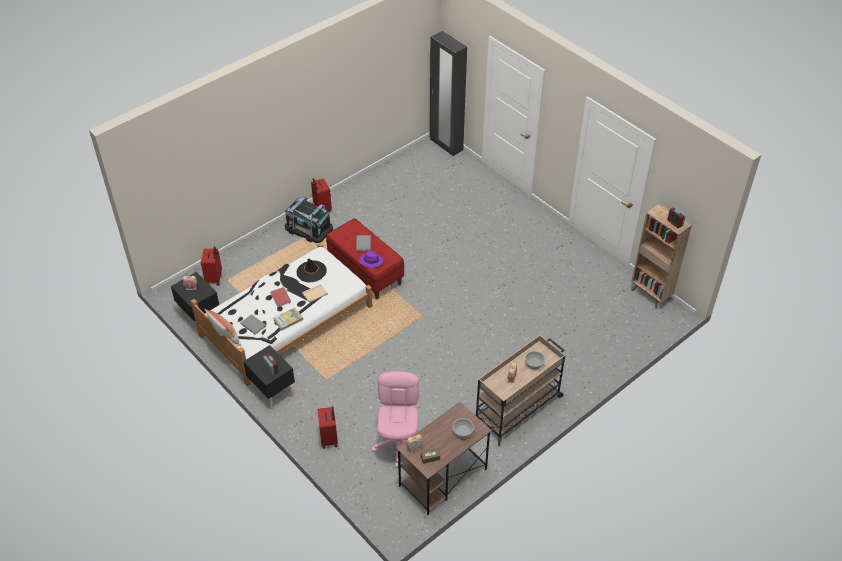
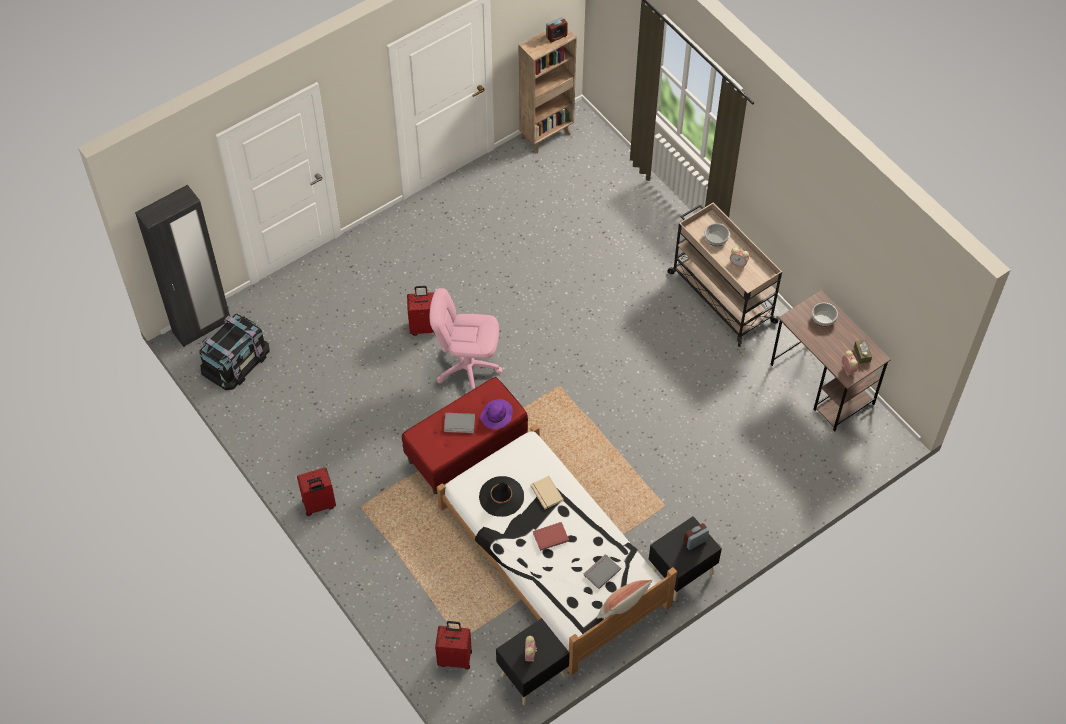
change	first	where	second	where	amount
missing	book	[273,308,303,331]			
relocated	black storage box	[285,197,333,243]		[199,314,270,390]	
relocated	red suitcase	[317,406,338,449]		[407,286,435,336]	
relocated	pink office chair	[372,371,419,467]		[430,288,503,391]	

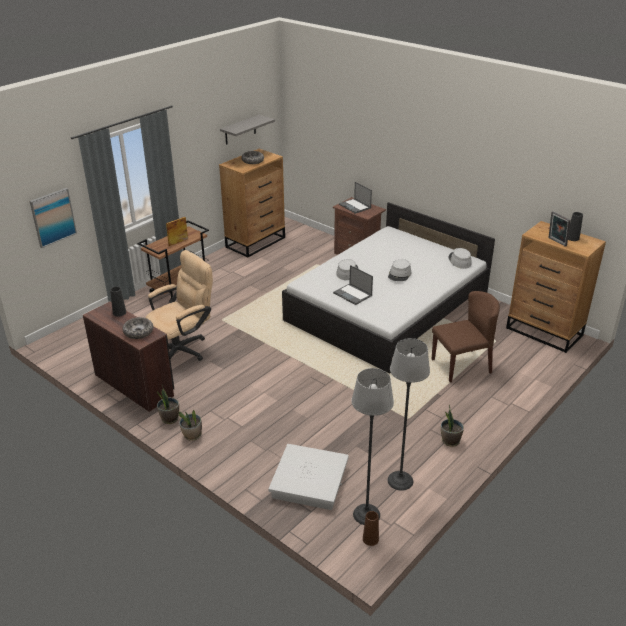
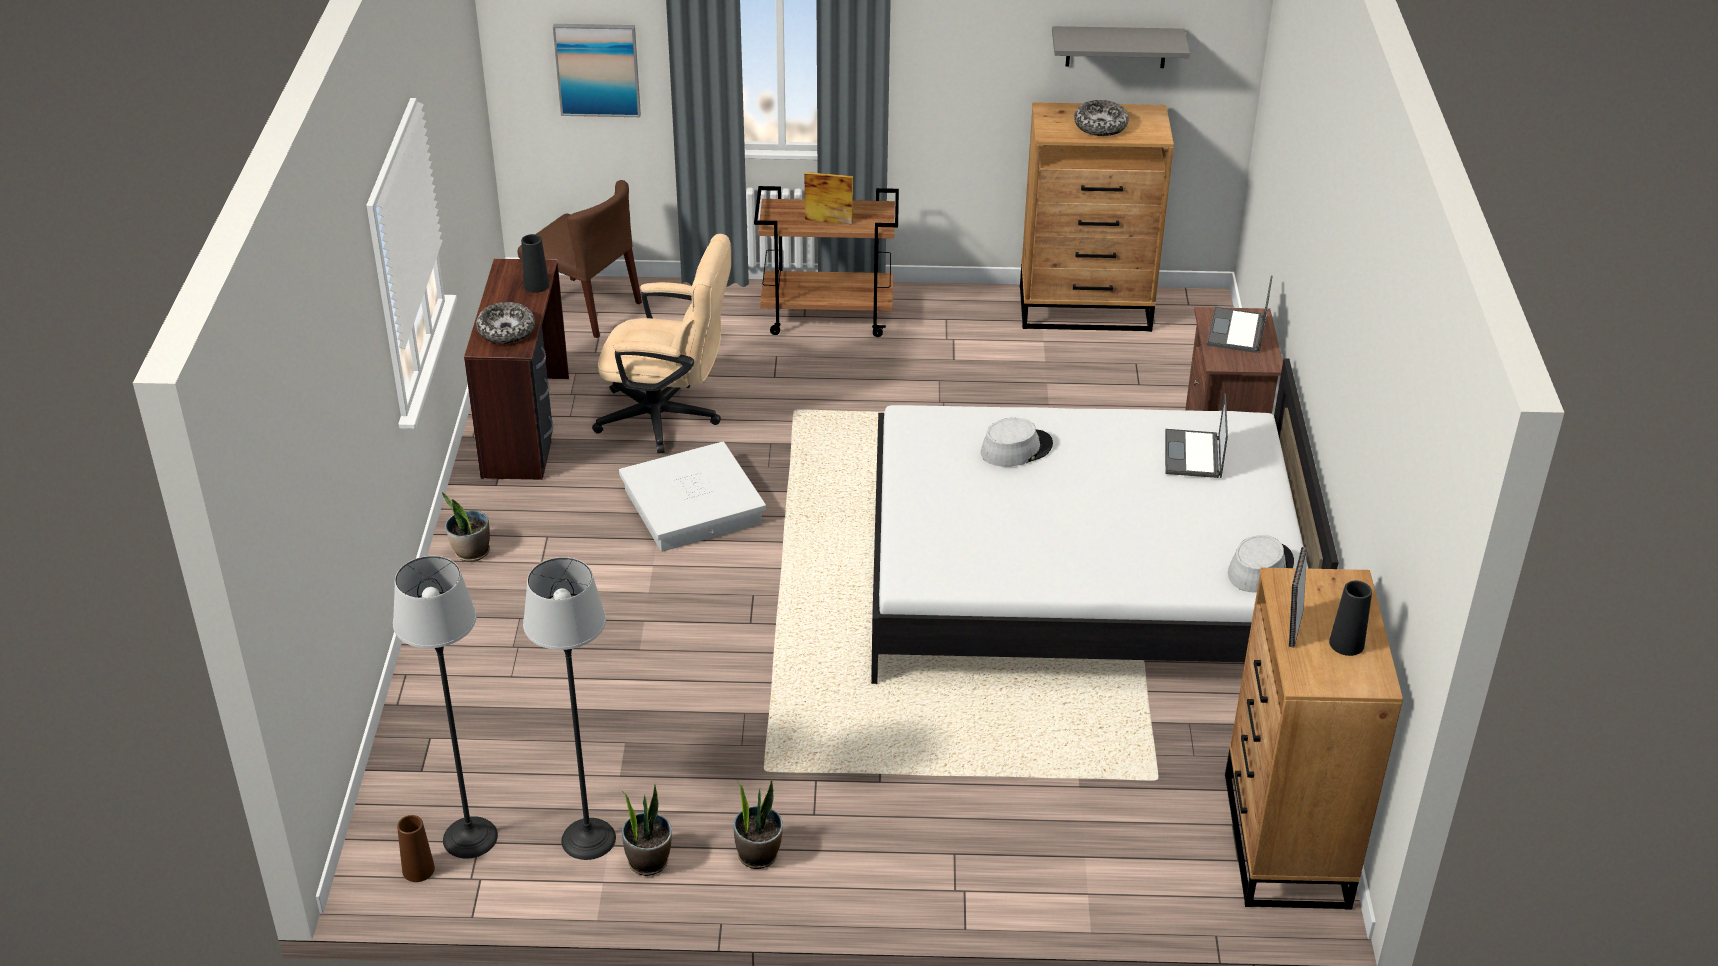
change	first	where	second	where	amount
missing	grey hat	[388,259,411,281]			
relocated	potted plant	[156,385,179,424]		[622,784,672,876]	
relocated	white storage box	[269,444,349,510]		[619,442,766,552]	
relocated	laptop	[333,265,373,305]		[1165,394,1228,478]	
relocated	brown chair	[432,291,500,383]		[518,180,642,338]	

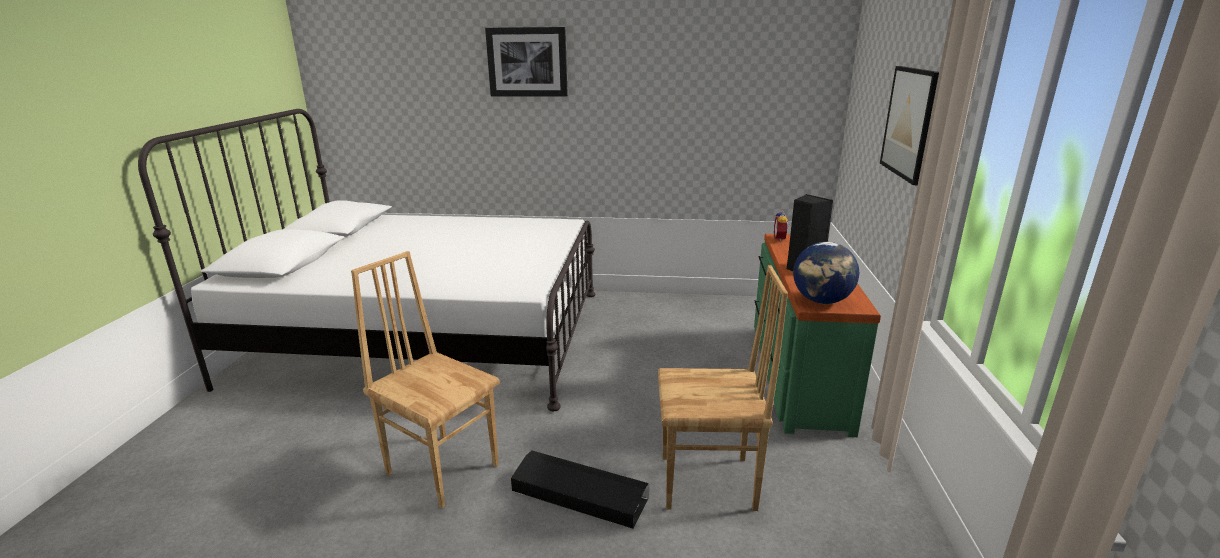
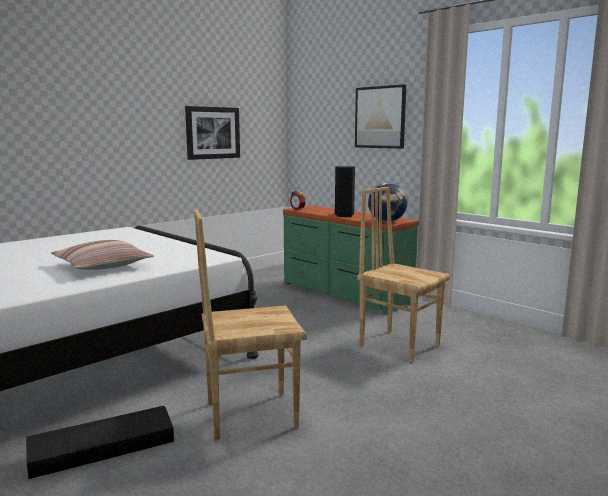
change	first	where	second	where	amount
appeared			pillow	[51,240,154,270]	
relocated	picture	[485,27,568,97]		[185,106,240,160]	
relocated	black storage box	[511,450,649,529]		[26,406,174,480]	
spun	brown chair	[658,265,788,511]		[357,187,450,362]	90 degrees counterclockwise

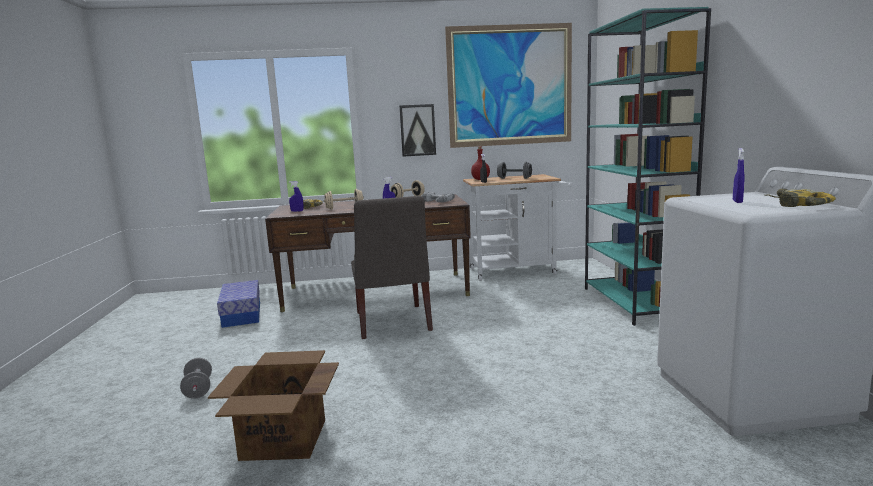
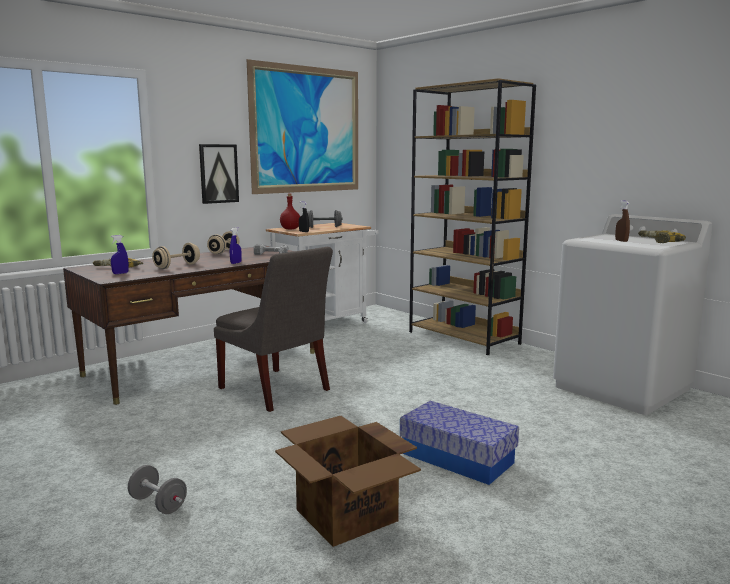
change	first	where	second	where	amount
relocated	storage box	[217,280,260,328]		[400,401,519,485]	
colour	turquoise bookcase	[585,7,711,326]	brown bookcase	[409,78,536,355]	
colour	blue spray bottle	[733,148,745,203]	brown spray bottle	[615,200,630,242]	

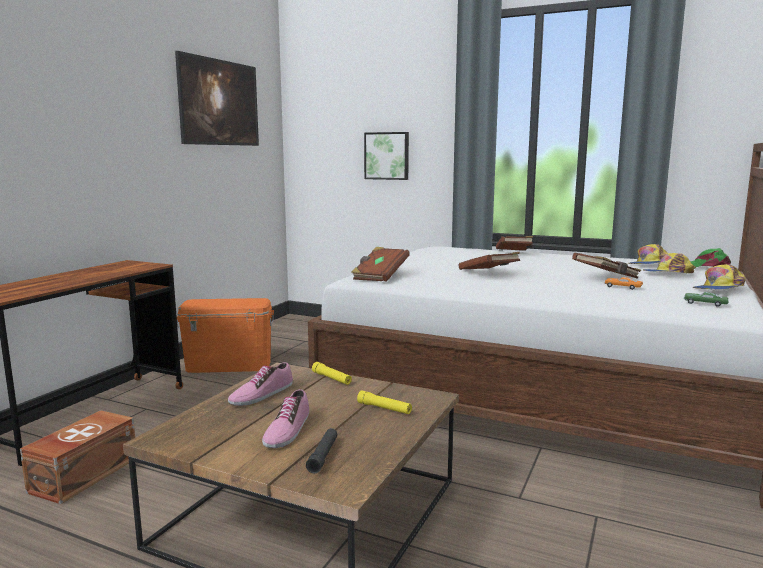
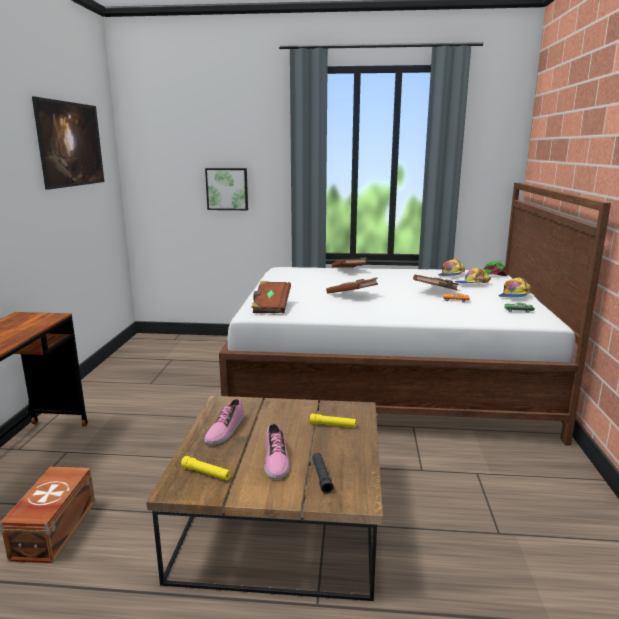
change	first	where	second	where	amount
missing	orange storage box	[177,298,274,373]			
relocated	yellow flashlight	[312,362,352,385]		[181,456,231,480]	

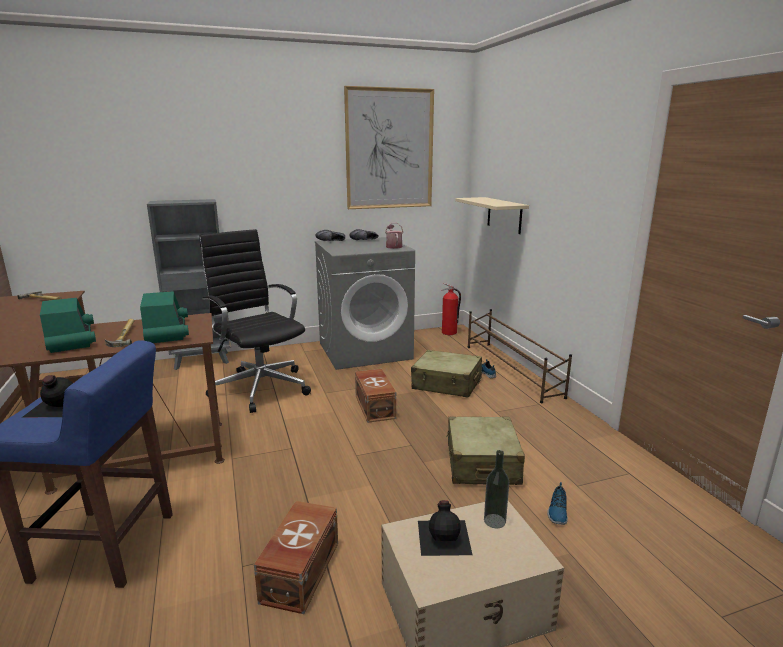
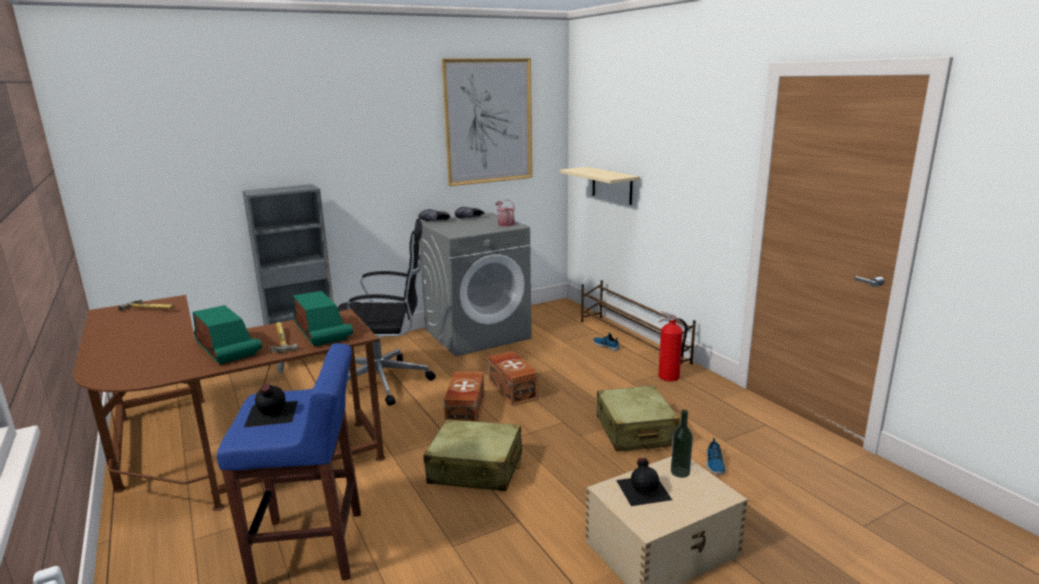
change	first	where	second	where	amount
relocated	brown storage box	[254,501,338,614]		[444,372,485,422]	
relocated	beige suitcase	[411,350,482,398]		[423,419,522,491]	
relocated	fire extinguisher	[442,283,461,335]		[658,311,688,382]	
spun	black office chair	[199,229,311,413]		[338,218,436,406]	135 degrees clockwise

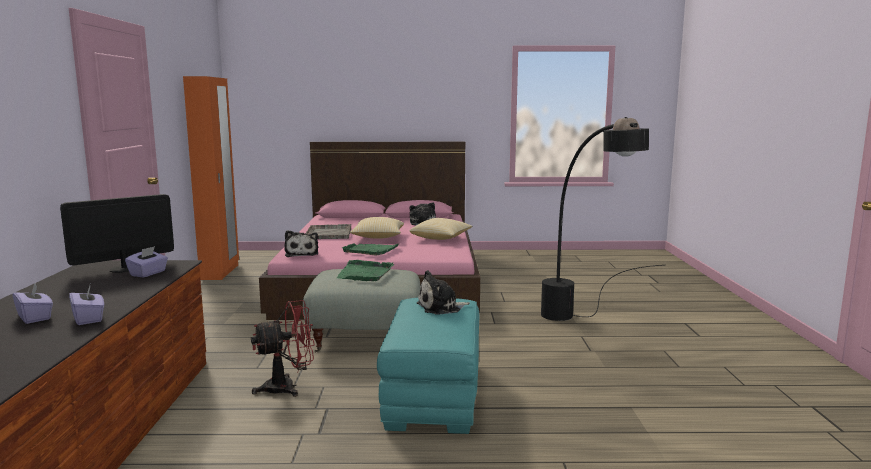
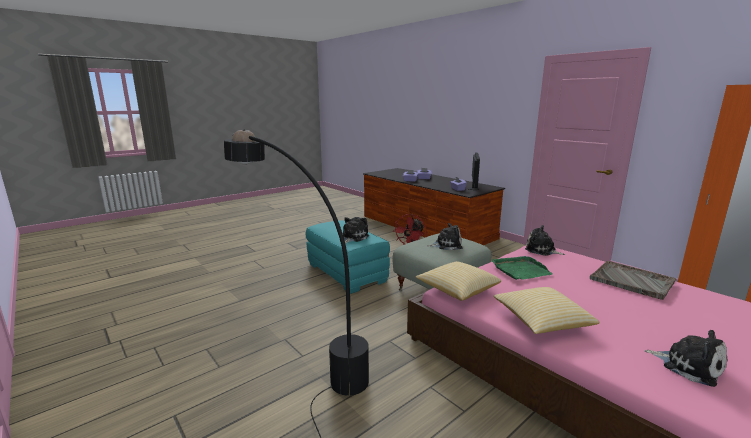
change	first	where	second	where	amount
relocated	pillow	[350,217,404,239]		[416,261,501,301]	
exchanged	green tray	[336,260,394,281]	plush toy	[427,223,463,250]	

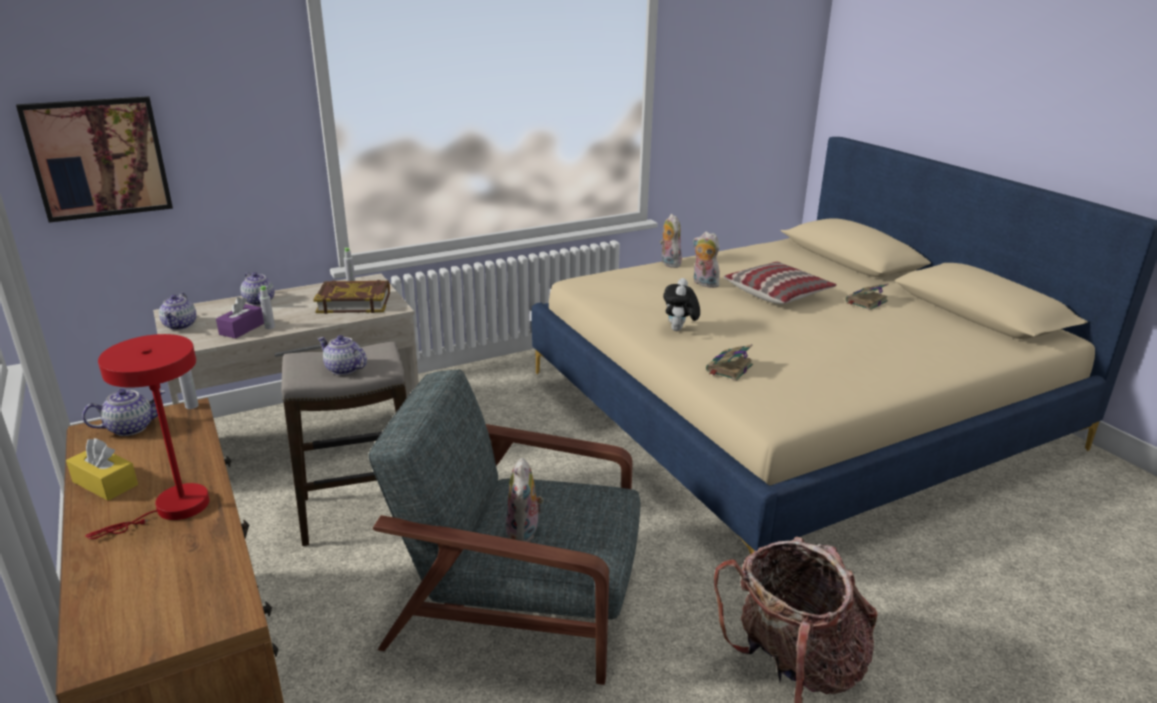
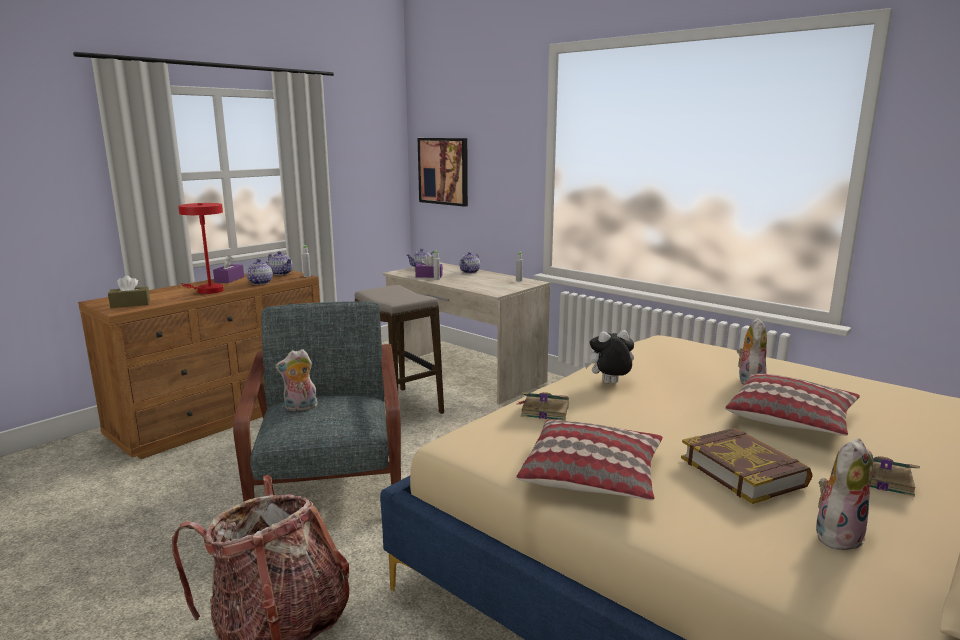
change	first	where	second	where	amount
appeared			brown tissue box	[108,275,150,308]	
appeared			pillow	[516,419,663,500]	
relocated	book	[313,280,390,314]		[681,428,812,504]	
relocated	teapot	[318,335,367,375]		[246,259,273,285]	
relocated	plush toy	[660,214,682,268]		[815,438,873,550]	
colour	yellow tissue box	[66,438,138,501]	purple tissue box	[213,255,244,283]	

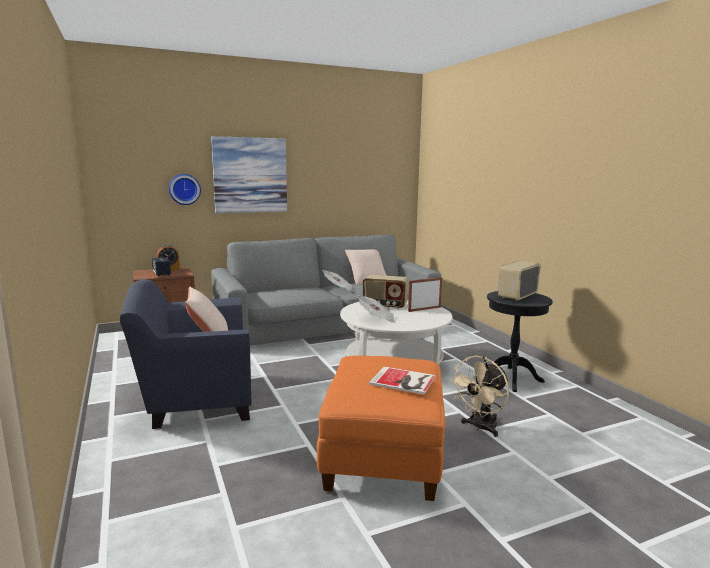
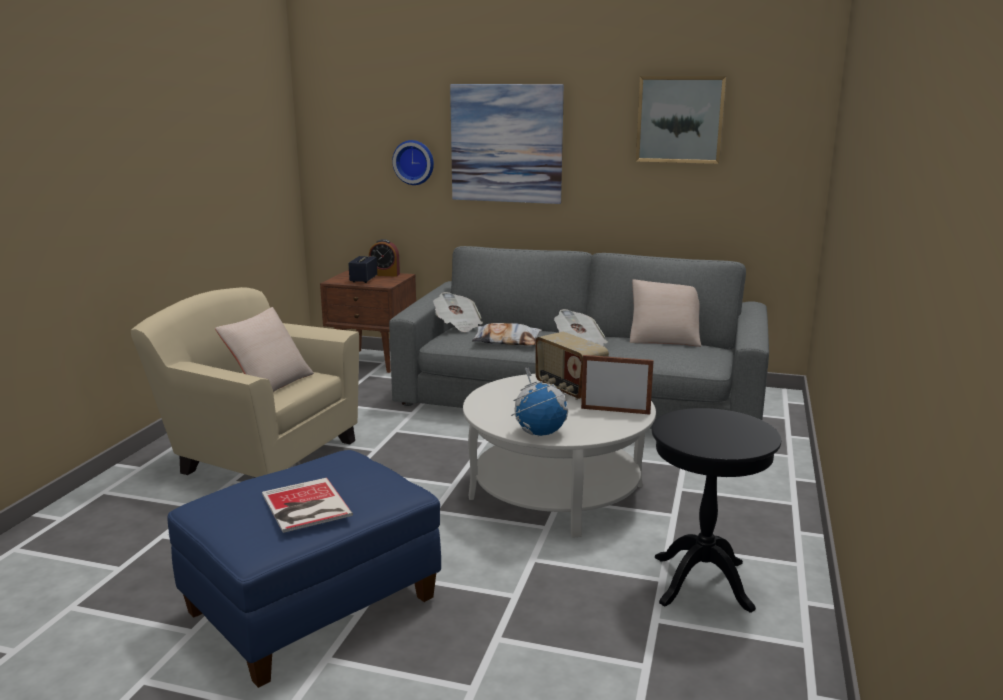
change	first	where	second	where	amount
missing	beige fan	[449,355,509,437]			
missing	radio	[498,261,541,301]			
appeared			pillow	[472,323,542,345]	
appeared			globe	[511,367,568,437]	
appeared			picture	[636,76,726,164]	
relocated	newspaper	[357,295,395,323]		[433,292,483,332]	
colour	blue armchair	[120,279,252,429]	beige armchair	[131,287,359,478]	
colour	orange ottoman	[317,355,445,501]	blue ottoman	[167,450,441,688]	

